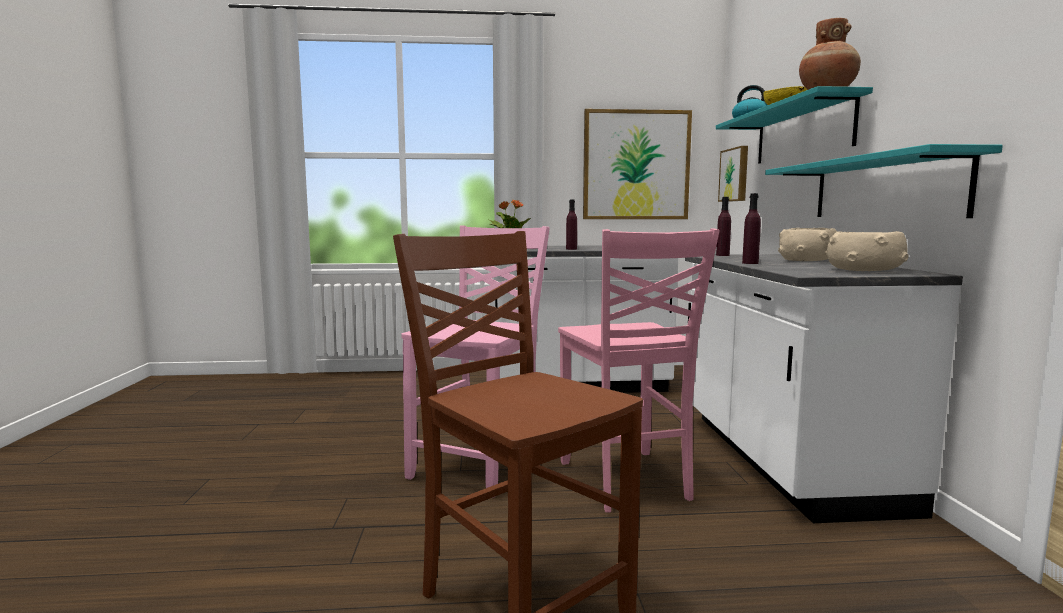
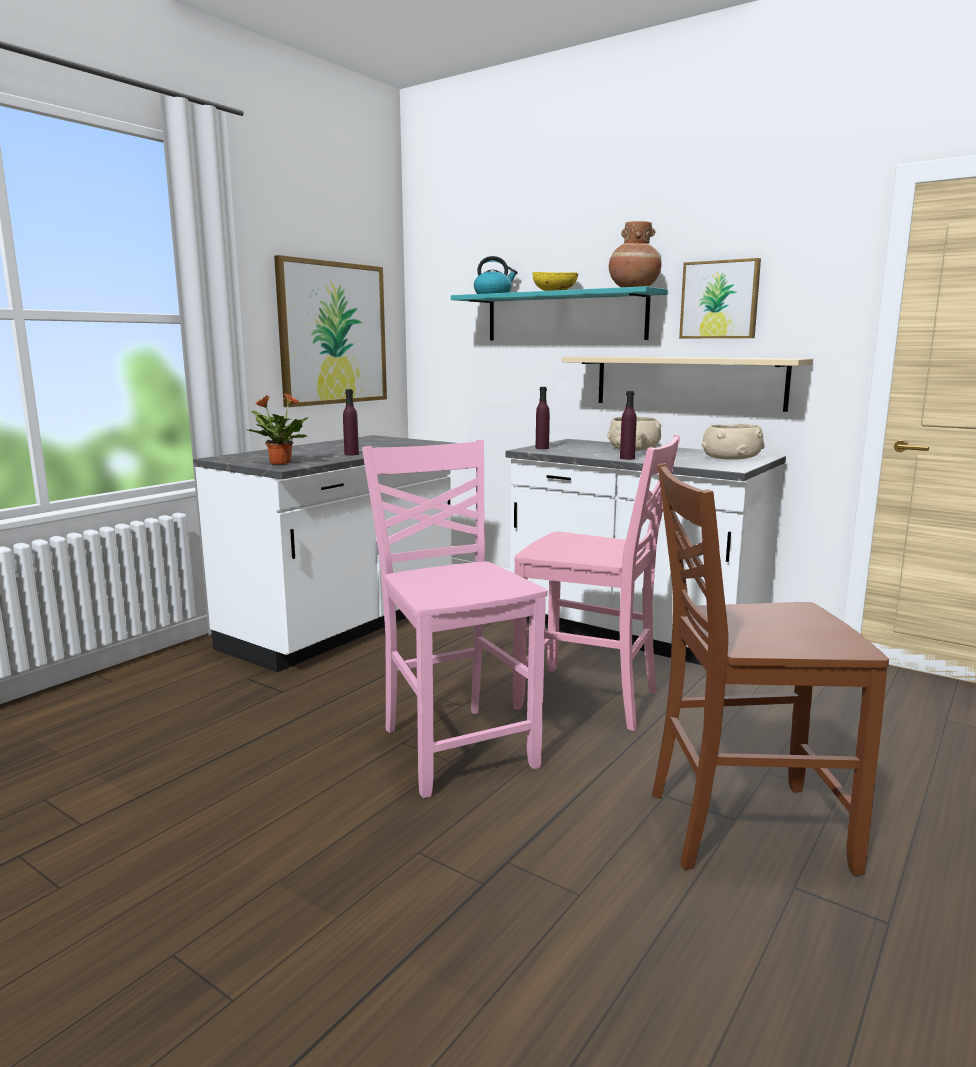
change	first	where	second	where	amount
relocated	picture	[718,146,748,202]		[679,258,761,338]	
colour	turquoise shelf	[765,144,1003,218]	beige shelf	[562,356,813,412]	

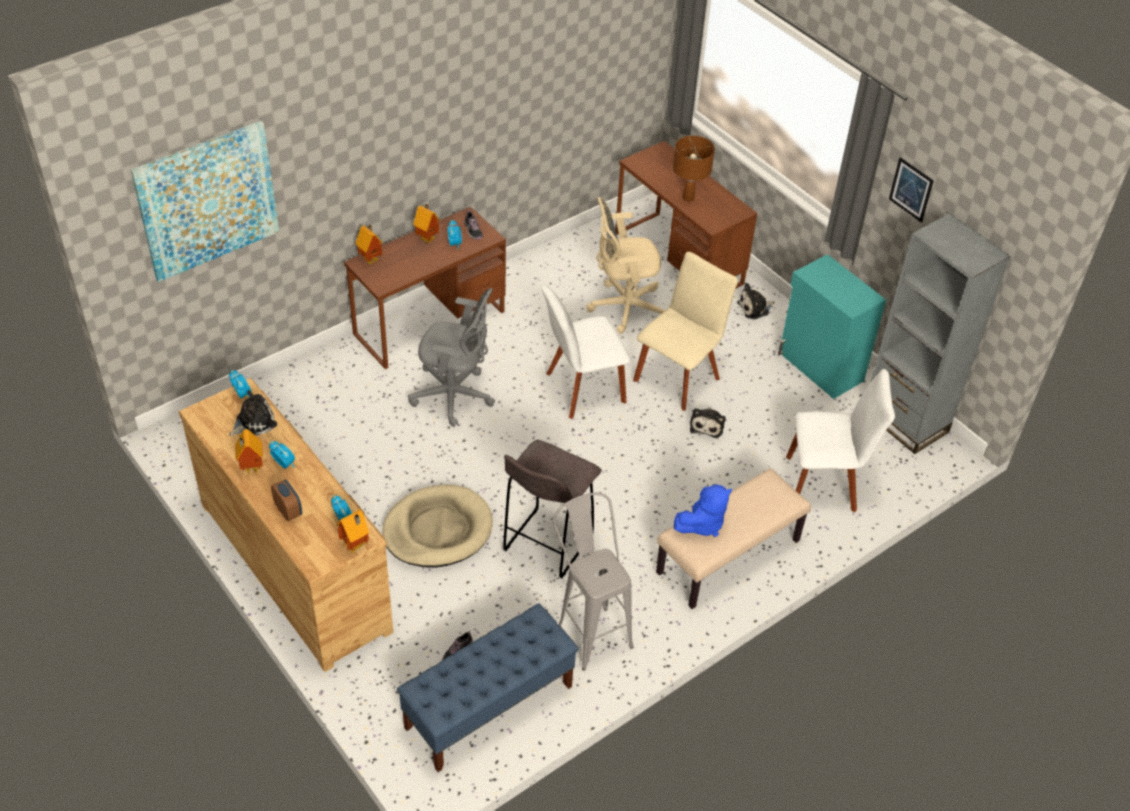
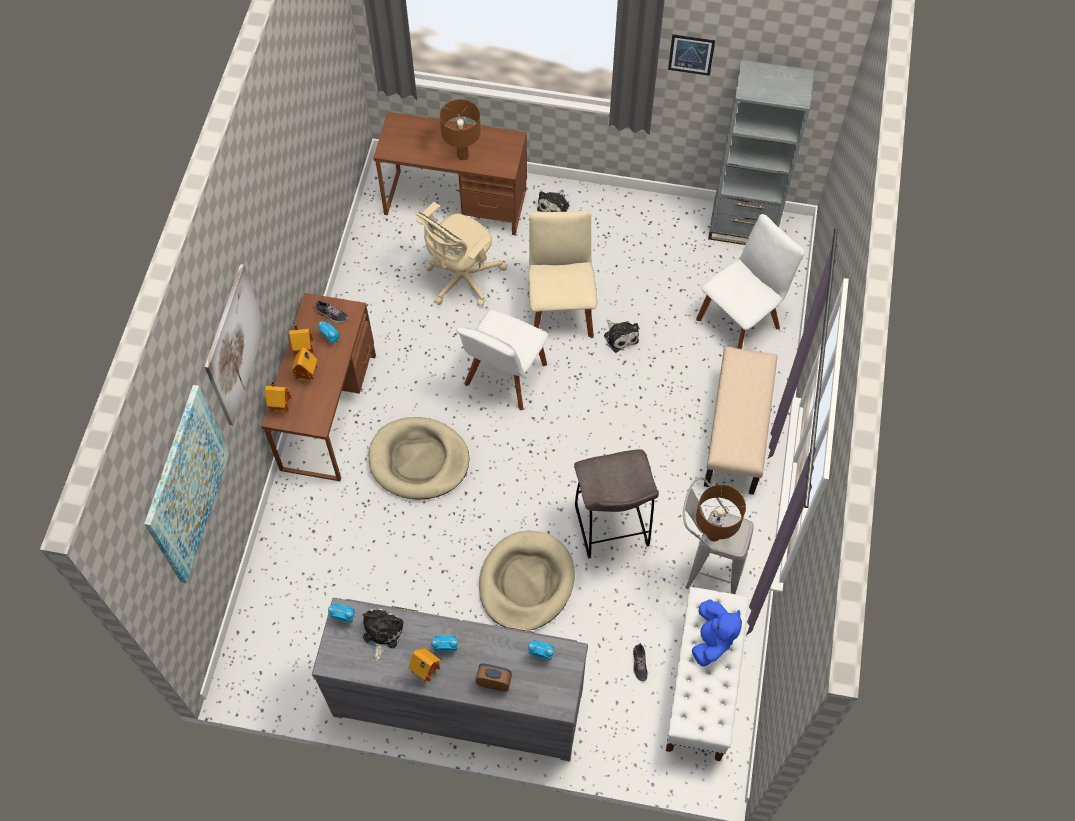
change	first	where	second	where	amount
missing	turquoise cabinet	[778,254,886,399]			
appeared			picture	[205,264,265,425]	
appeared			brown table lamp	[696,485,746,541]	
relocated	toy house	[336,509,369,553]		[291,348,317,383]	
relocated	blue plush toy	[674,484,732,537]		[692,599,742,667]	
exchanged	grey office chair	[408,288,495,427]	beige dog bed	[369,417,469,500]	
colour	brown dresser	[179,378,393,672]	grey dresser	[312,598,588,761]	
colour	blue bench	[397,603,578,772]	white bench	[666,587,749,761]	

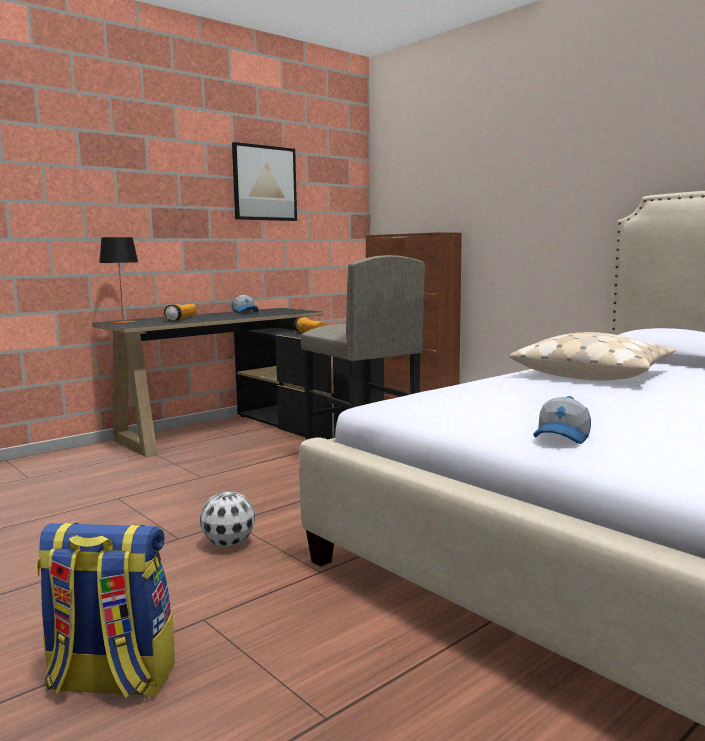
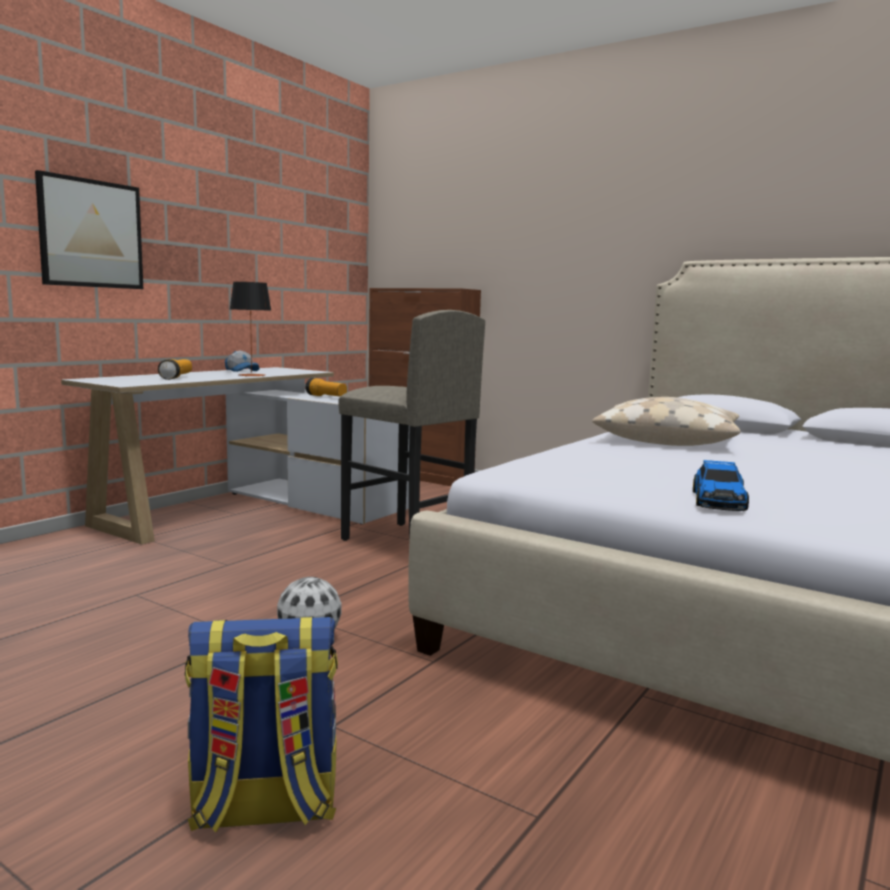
change	first	where	second	where	amount
relocated	table lamp	[99,237,138,324]		[230,282,271,377]	
relocated	picture	[232,142,297,221]		[35,170,143,289]	
exchanged	cap	[533,396,591,444]	toy car	[693,460,749,511]	
colour	black desk	[92,308,384,457]	white desk	[61,367,409,545]	

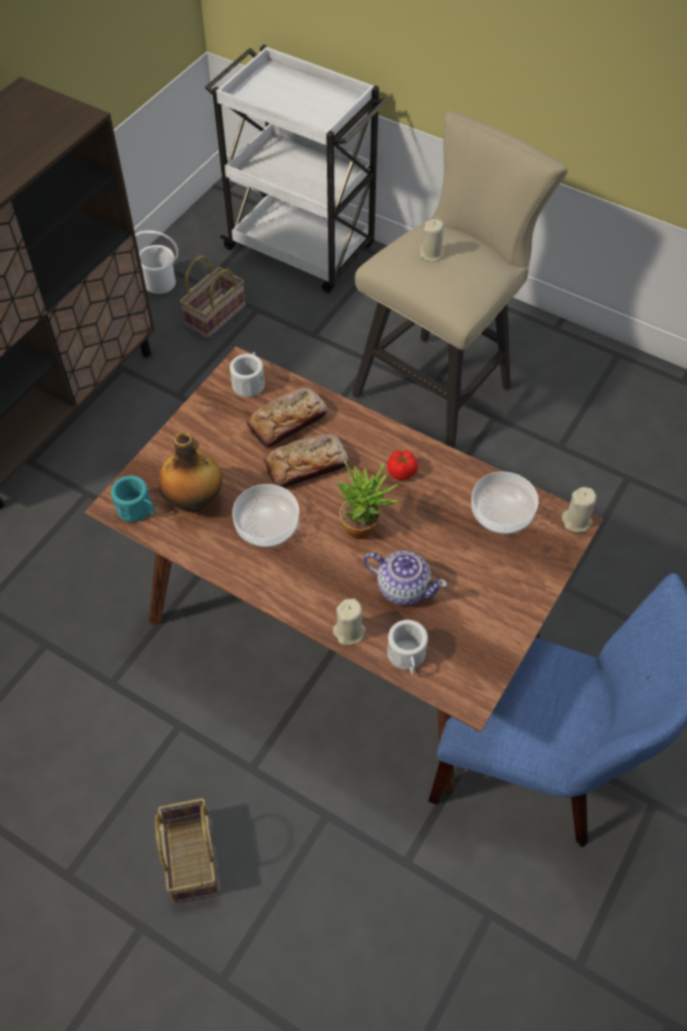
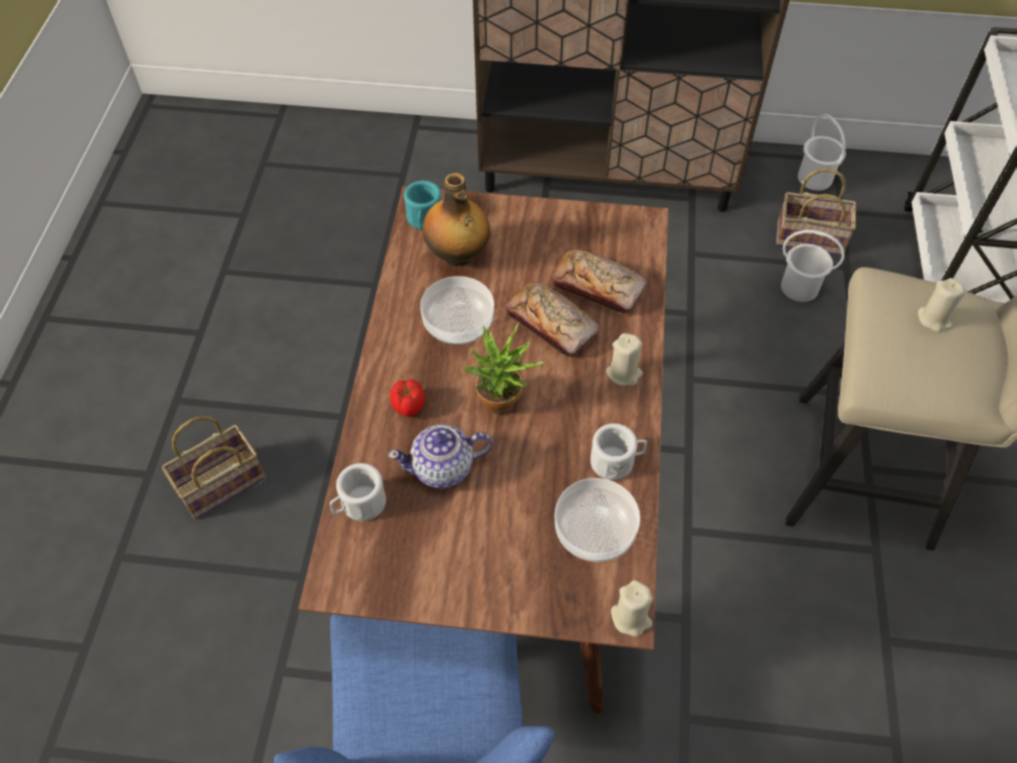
change	first	where	second	where	amount
appeared			white bucket	[781,230,845,302]	
relocated	white mug	[230,352,265,397]		[590,423,647,480]	
relocated	beige candle	[333,598,366,645]		[606,333,643,386]	
relocated	tomato	[387,450,418,480]		[390,380,425,417]	
spun	teapot	[363,551,447,606]		[387,424,493,489]	75 degrees clockwise

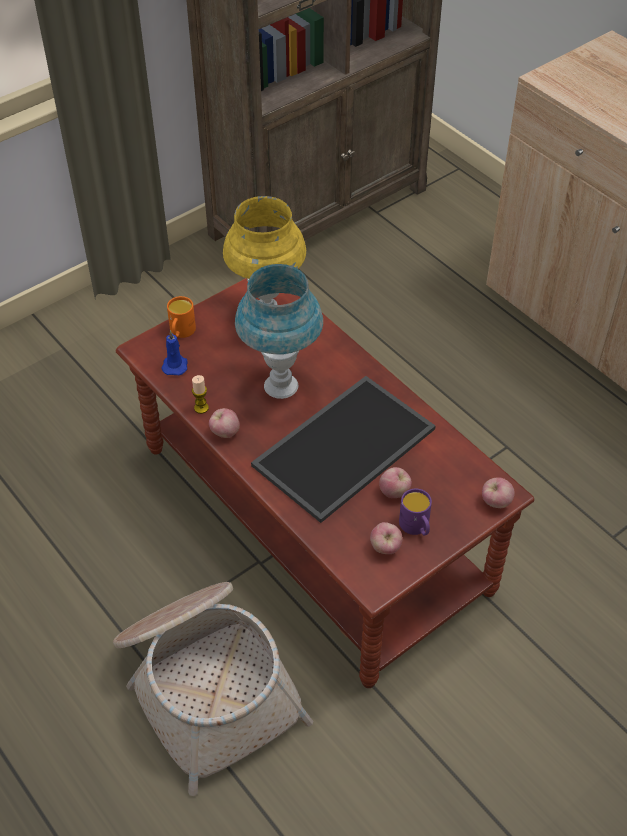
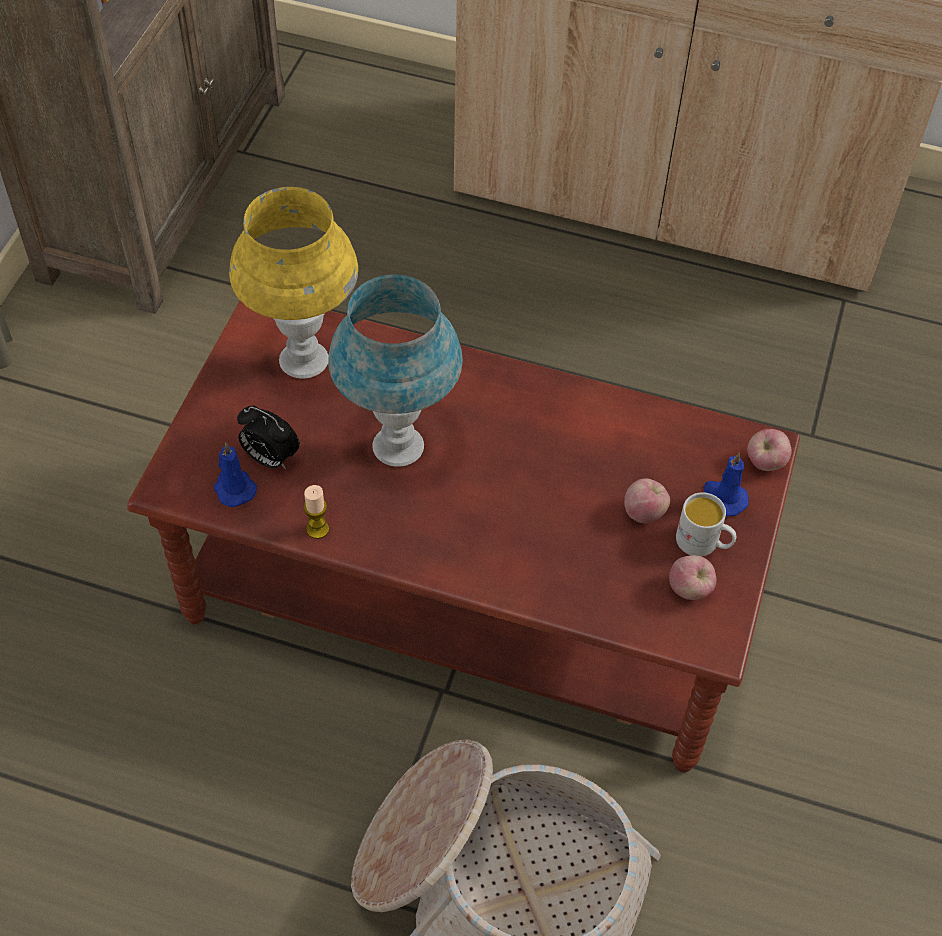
change	first	where	second	where	amount
missing	orange mug	[167,296,196,338]			
missing	apple	[209,408,240,438]			
missing	tray	[251,376,436,523]			
appeared			alarm clock	[237,406,300,469]	
appeared			blue candle	[704,453,749,516]	
colour	purple mug	[399,488,432,536]	white mug	[676,492,736,557]	

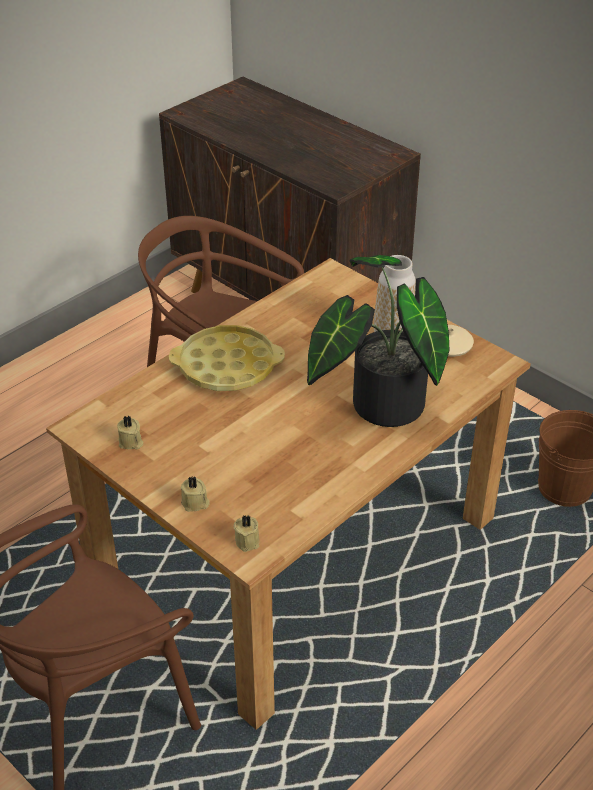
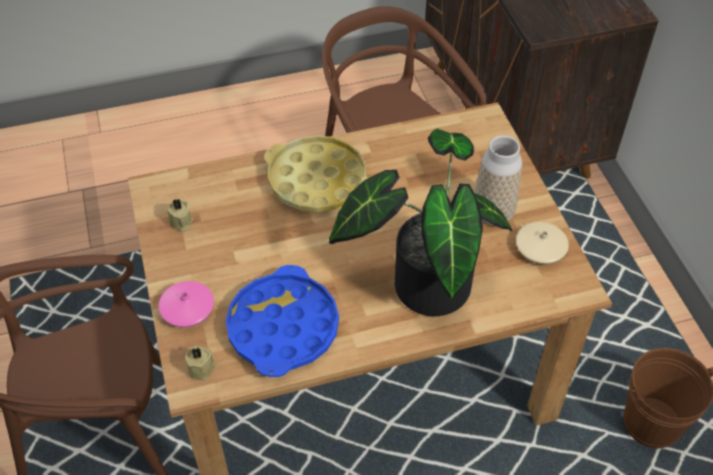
change	first	where	second	where	amount
appeared			blue tray	[226,265,339,377]	
exchanged	beige candle	[181,476,210,512]	pink vase	[158,281,214,327]	

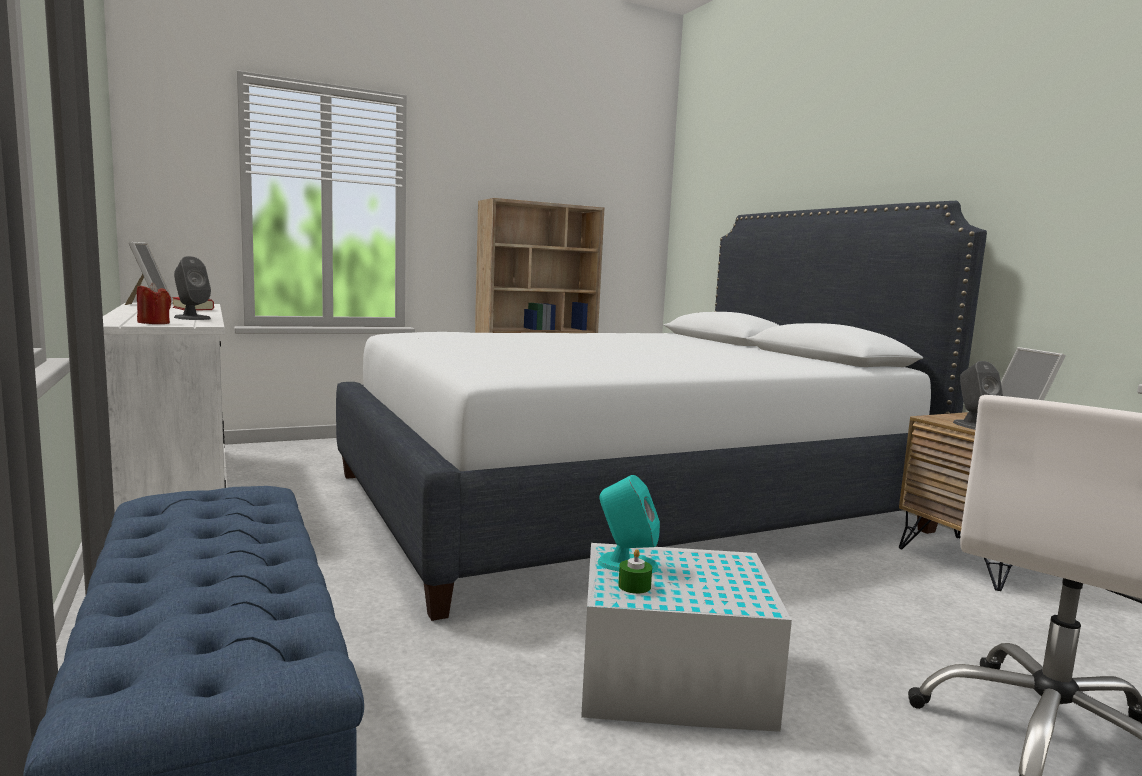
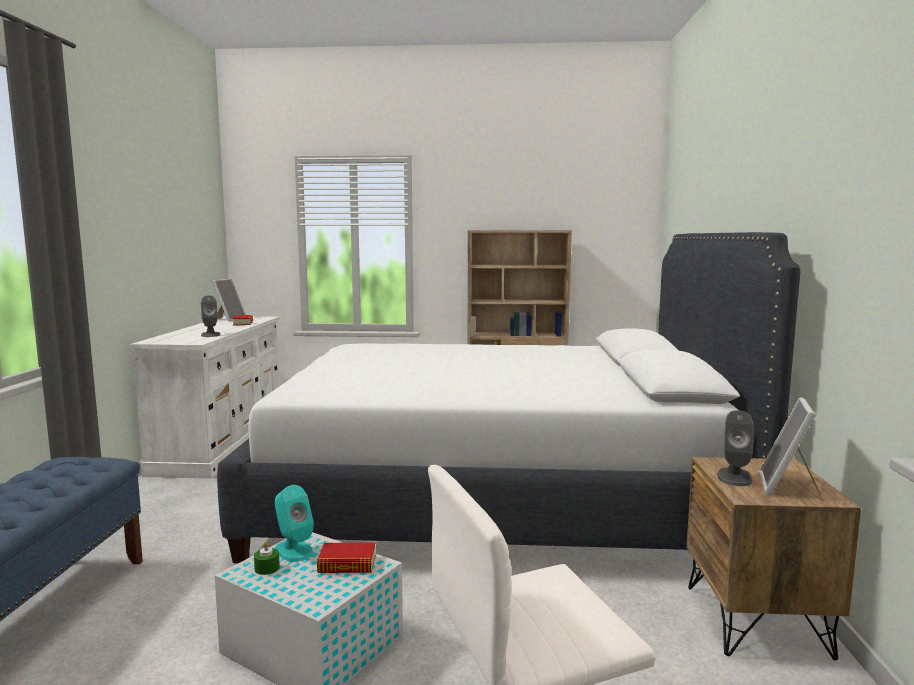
change	first	where	second	where	amount
missing	red candle	[137,283,171,324]			
appeared			book	[317,543,376,573]	

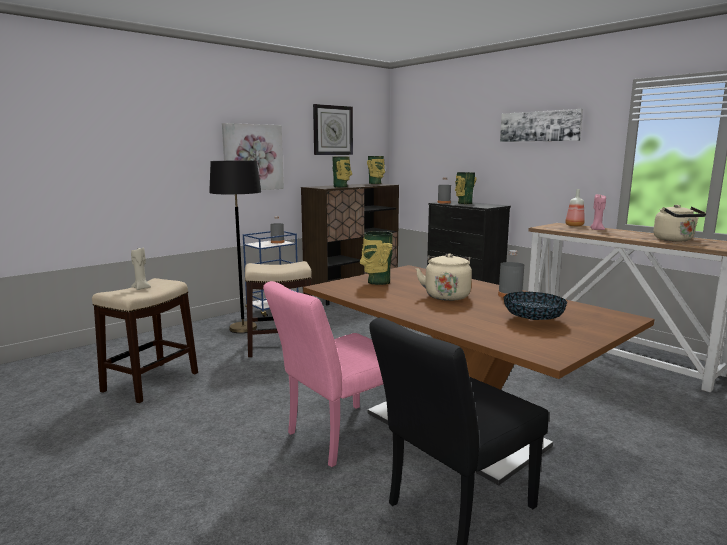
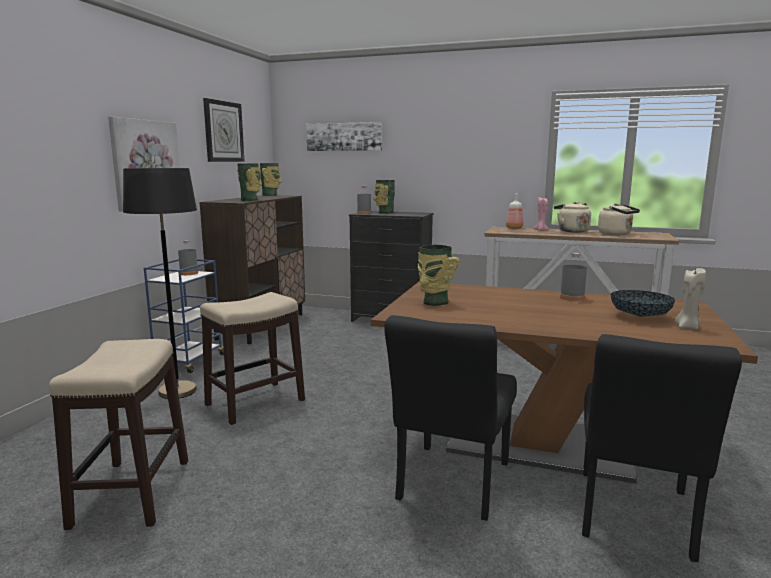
change	first	where	second	where	amount
relocated	beige candle	[131,248,151,290]		[675,268,706,330]	
relocated	beige kettle	[416,253,472,301]		[554,202,591,233]	
relocated	picture	[500,109,583,142]		[306,122,382,151]	
colour	pink chair	[263,281,383,467]	black chair	[384,315,517,520]	

